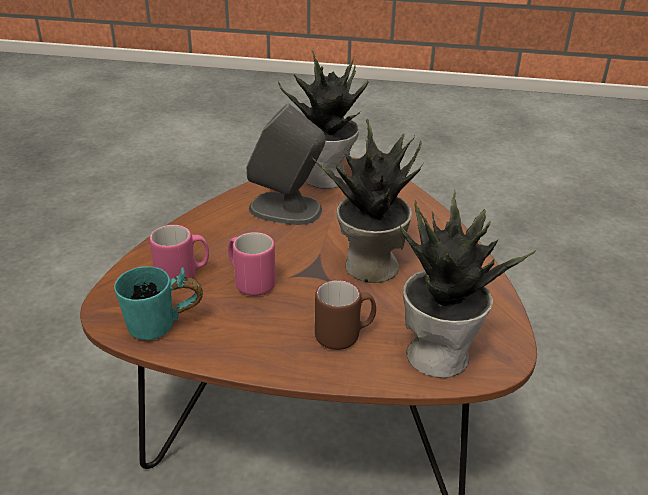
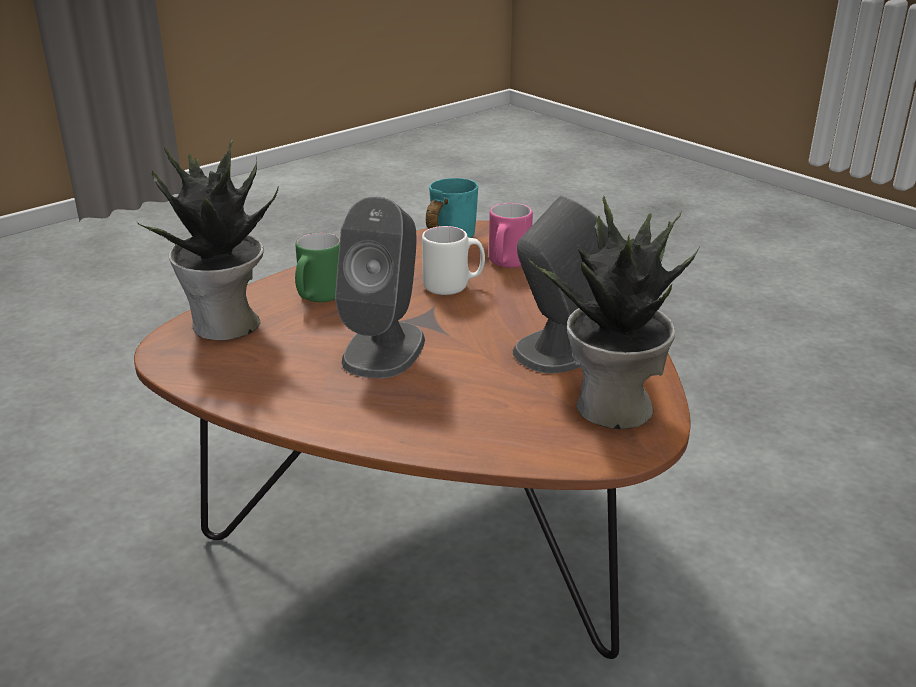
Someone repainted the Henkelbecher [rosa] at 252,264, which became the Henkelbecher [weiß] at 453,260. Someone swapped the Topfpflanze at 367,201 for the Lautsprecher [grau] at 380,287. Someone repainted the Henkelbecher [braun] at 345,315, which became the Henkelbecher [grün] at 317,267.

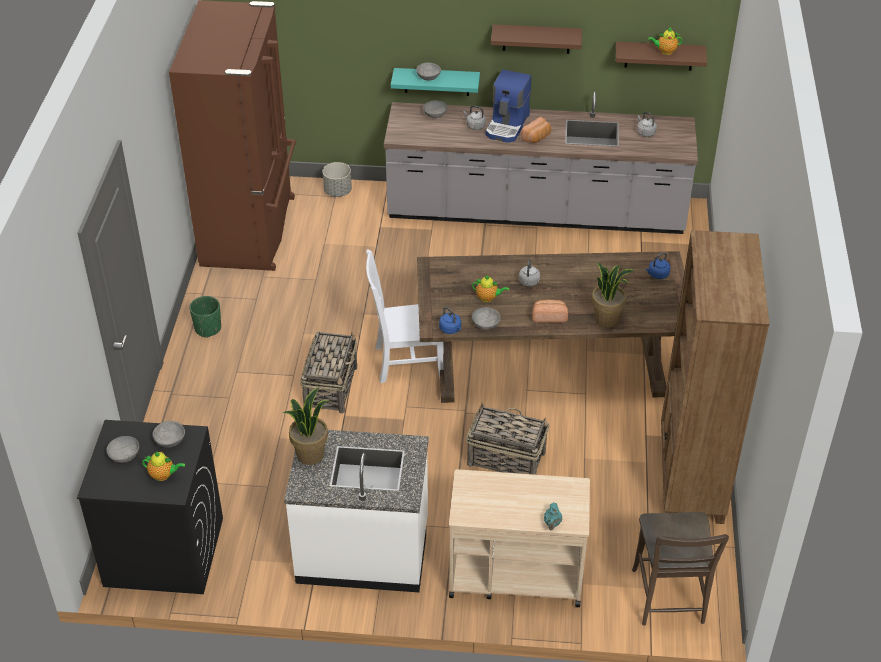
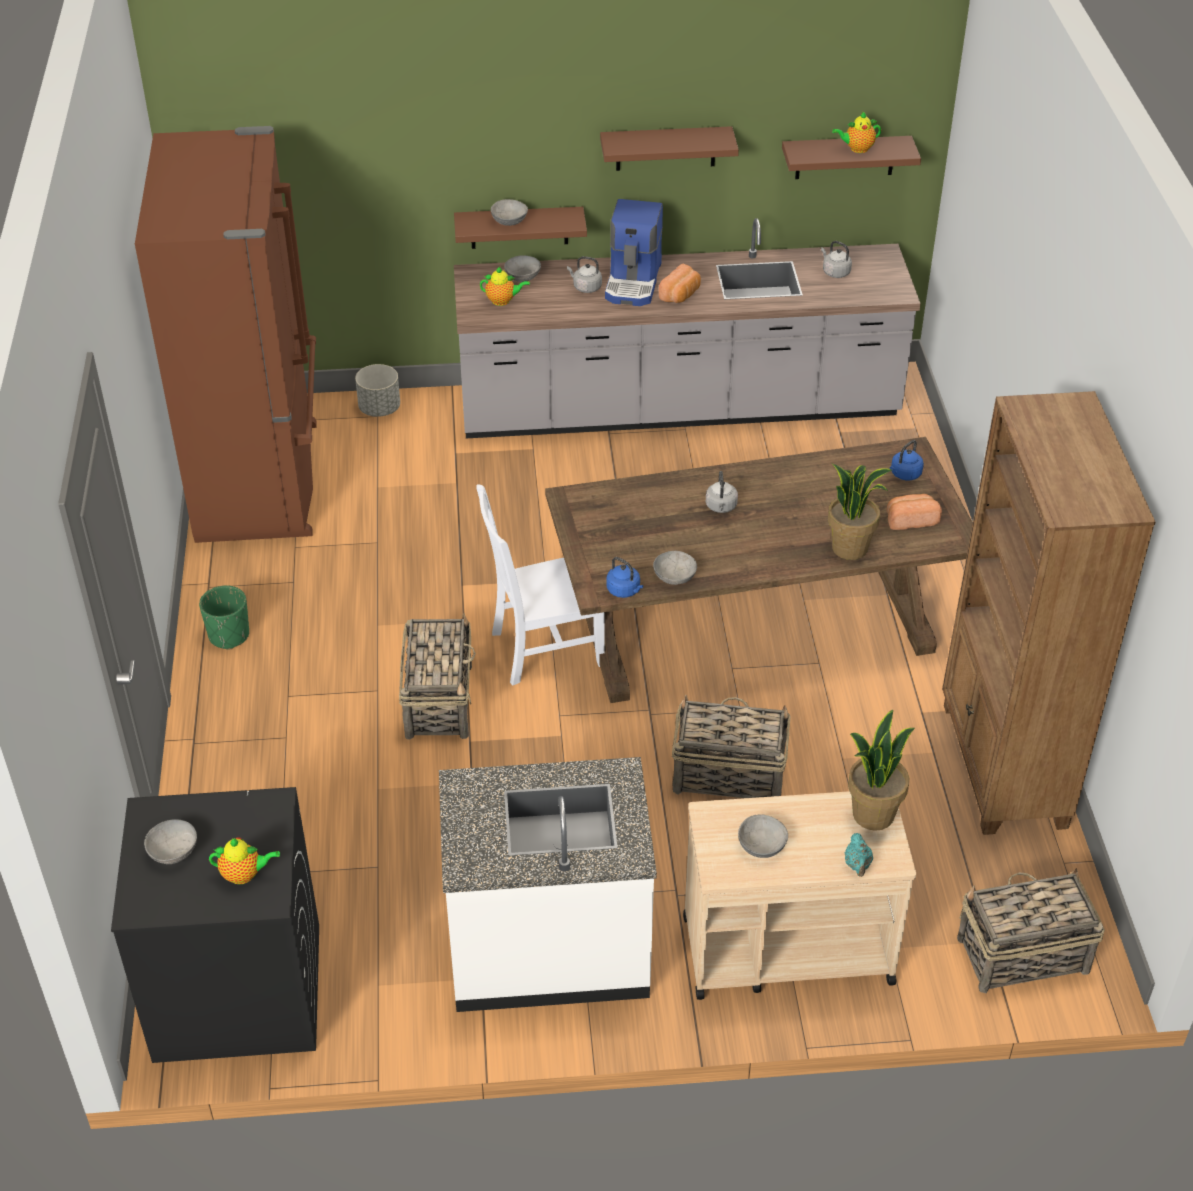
Someone carried the Schüssel [grau] from 169,434 to 763,836. Someone carried the Topfpflanze from 306,426 to 881,770. Someone repainted the Wandregal [türkis] at 435,82, which became the Wandregal [braun] at 520,228. Someone carried the Teekanne from 490,288 to 505,286. Someone carried the Brot from 550,311 to 914,512. Someone swapped the Stuhl [braun] at 680,569 for the Korb at 1031,931.

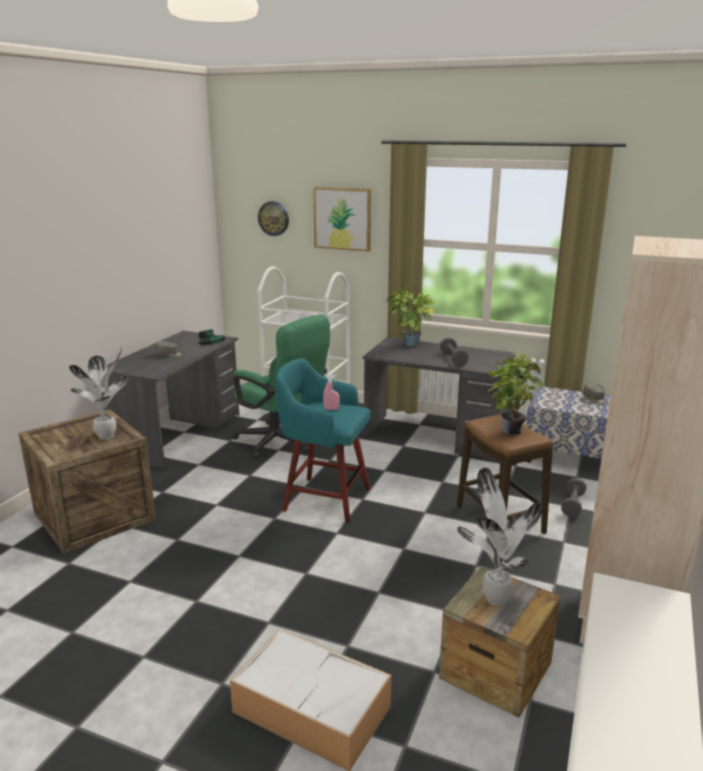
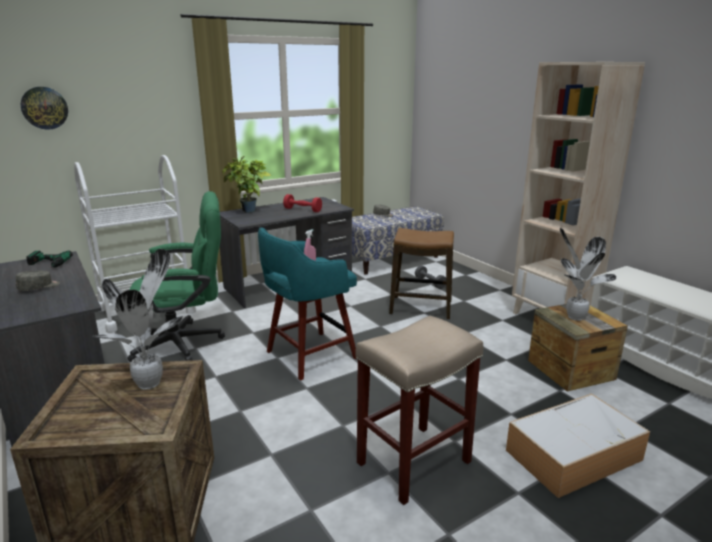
Someone took away the Bild at 342,219. Someone repainted the Hantel [grau] at 454,352, which became the Hantel [rot] at 302,203. Someone took away the Topfpflanze at 515,394. Someone put down the Hocker [beige] at 419,410.

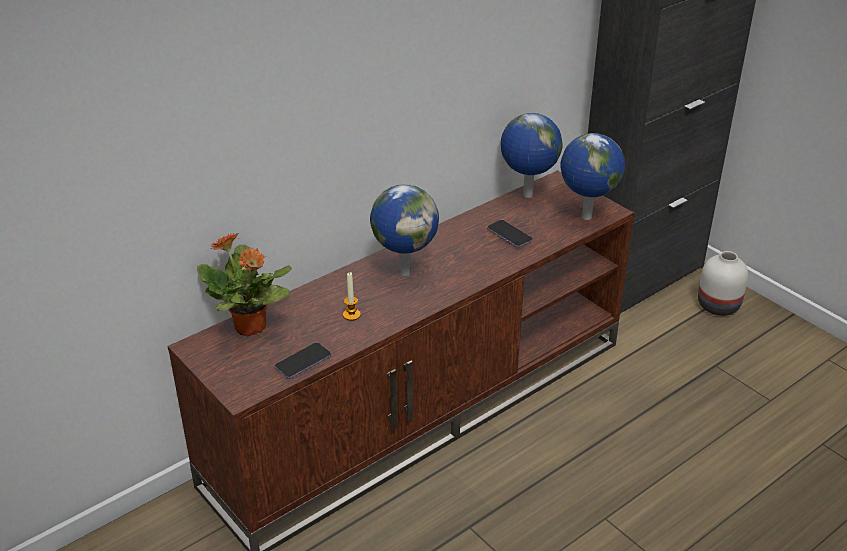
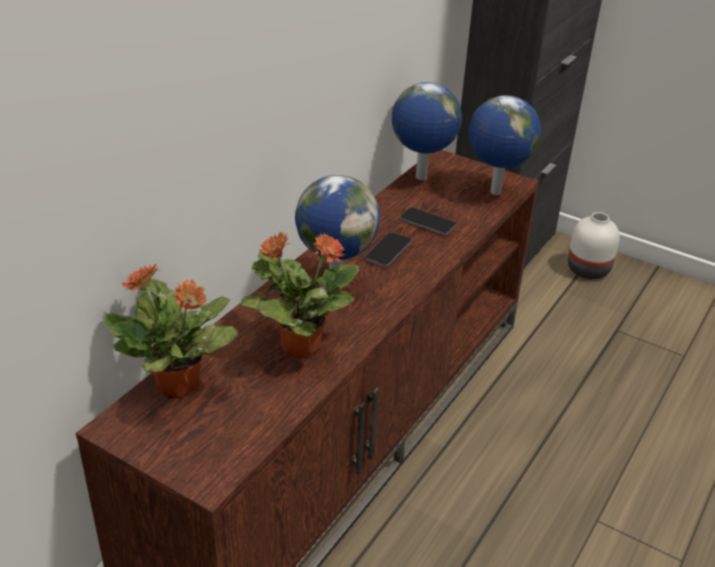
Someone carried the Handy from 303,361 to 388,249. Someone swapped the Kerze at 352,296 for the Topfpflanze at 299,295.

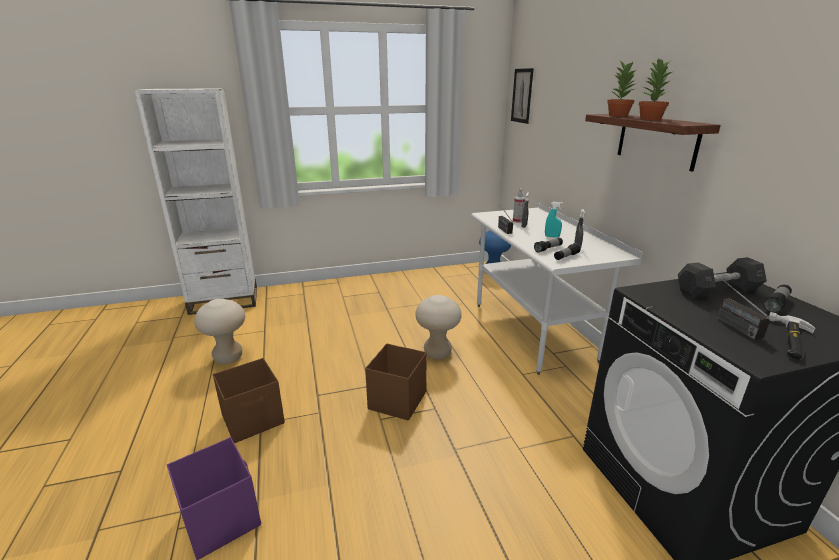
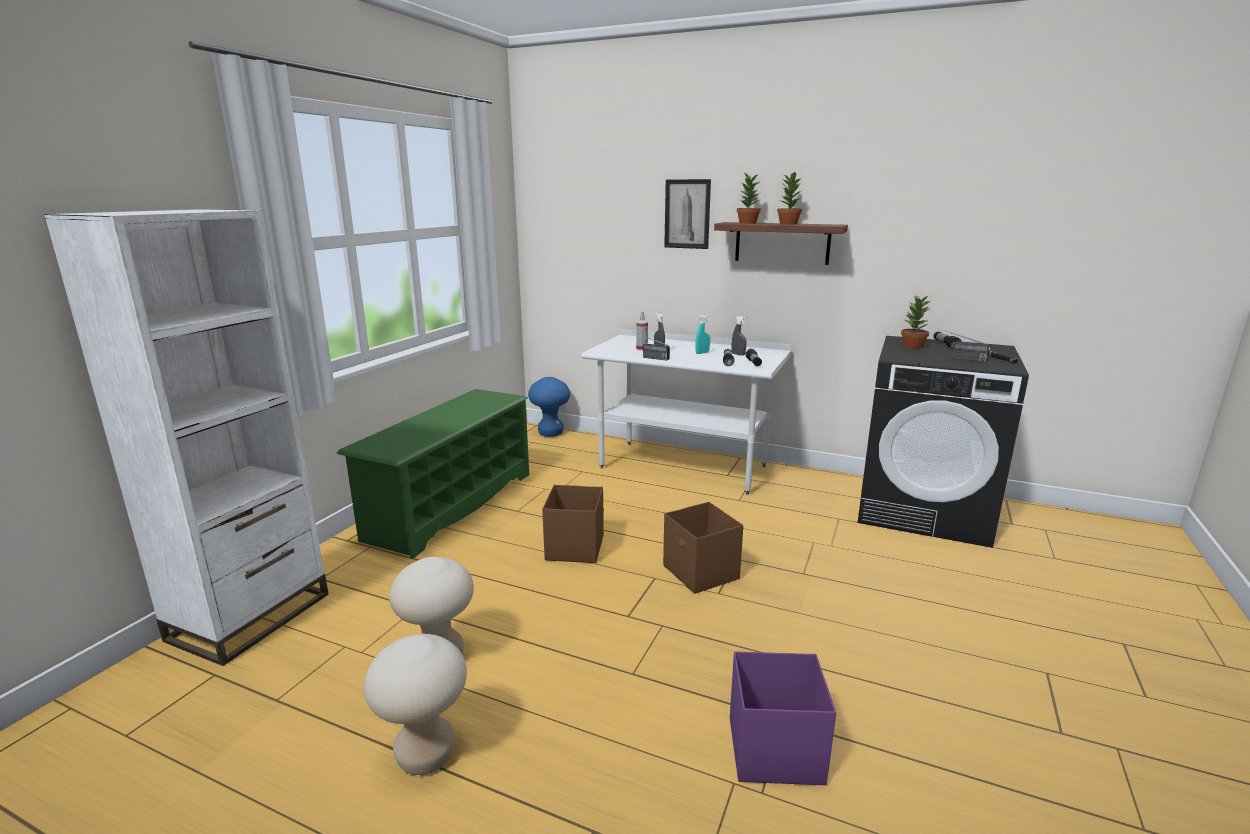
Someone carried the Aufbewahrungsbox [braun] from 249,400 to 573,524. Someone carried the Hocker [beige] from 438,327 to 415,704. Someone carried the Bild from 522,96 to 687,214. Someone swapped the Hantel [grau] at 722,277 for the Topfpflanze at 916,322. Someone put down the Schuhregal [grün] at 432,474.

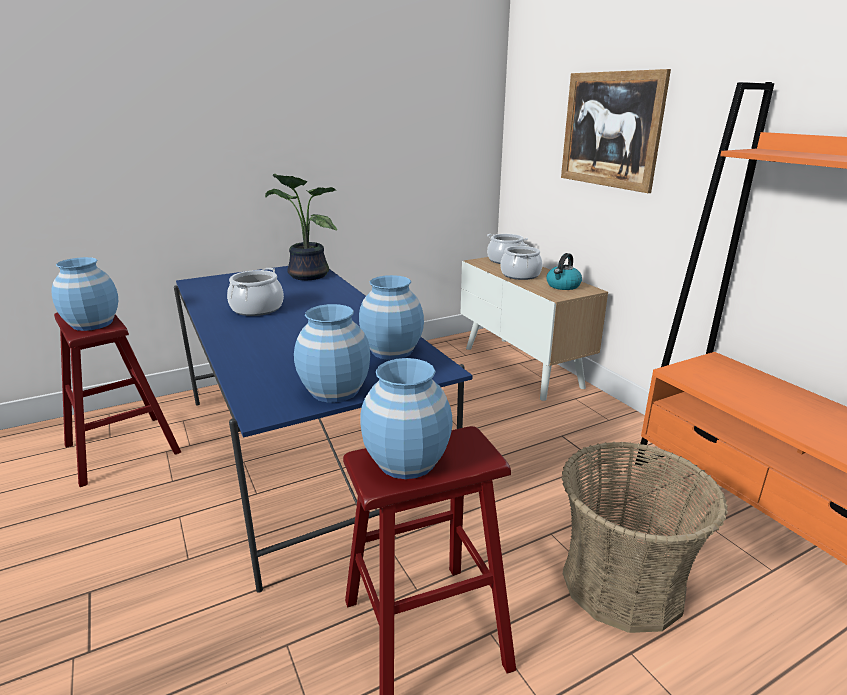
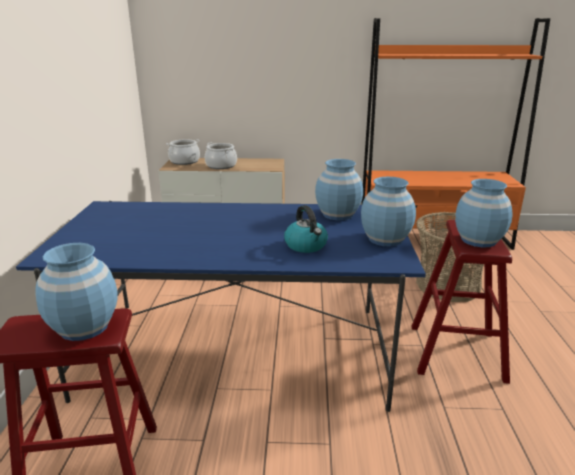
Someone took away the Kochtopf at 255,292. Someone took away the Topfpflanze at 301,227. Someone carried the Wasserkessel from 564,271 to 306,229. Someone took away the Bild at 616,131.

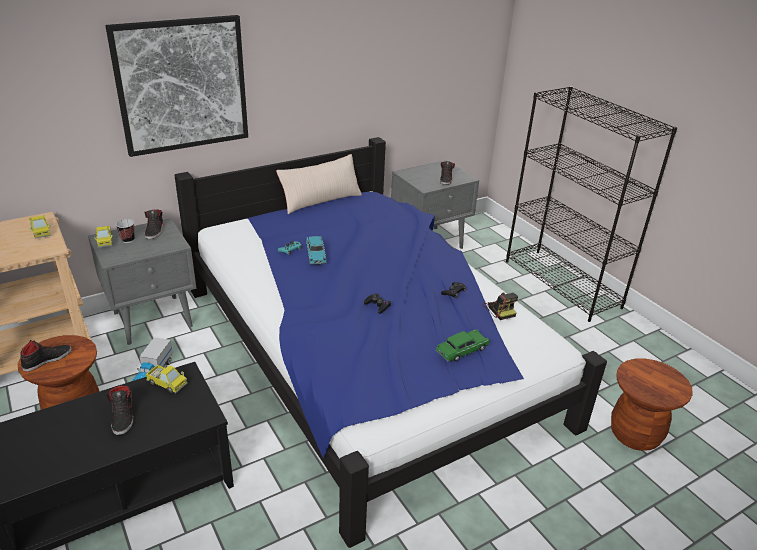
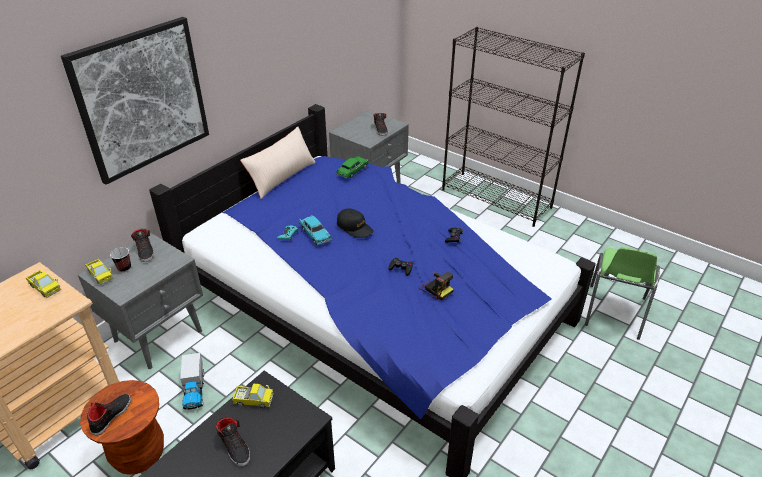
Someone carried the Spielzeugauto [grün] from 463,345 to 353,167. Someone carried the Kamera from 500,306 to 436,286. Someone swapped the Hocker [braun] at 652,404 for the Stuhl [grün] at 622,293. Someone put down the Kappe [schwarz] at 355,223.

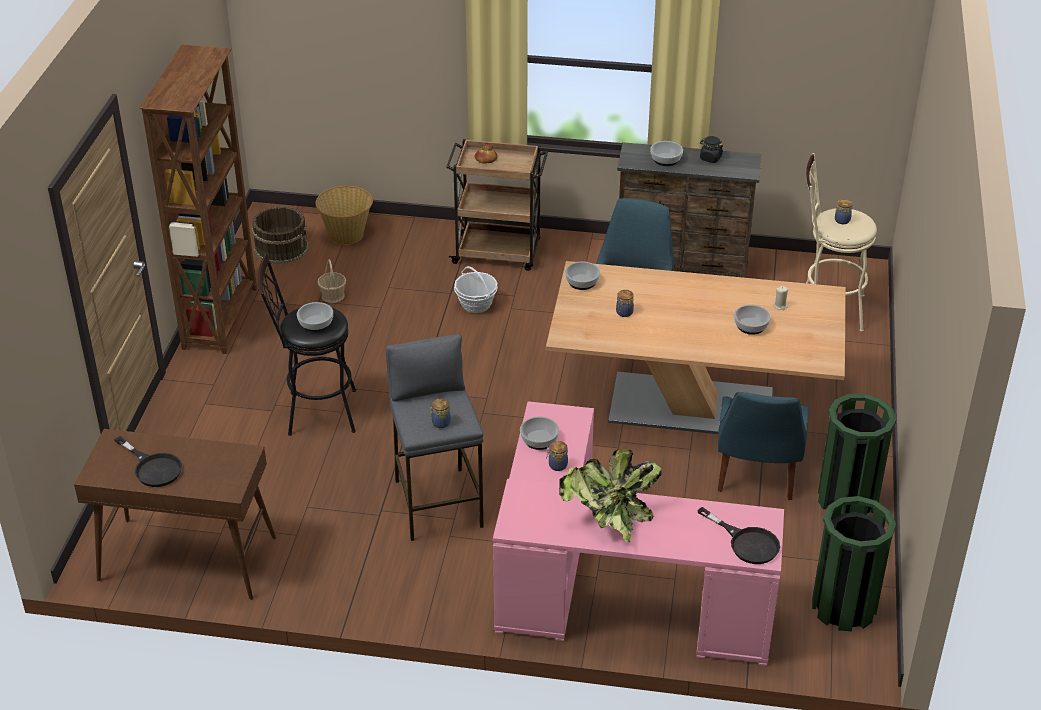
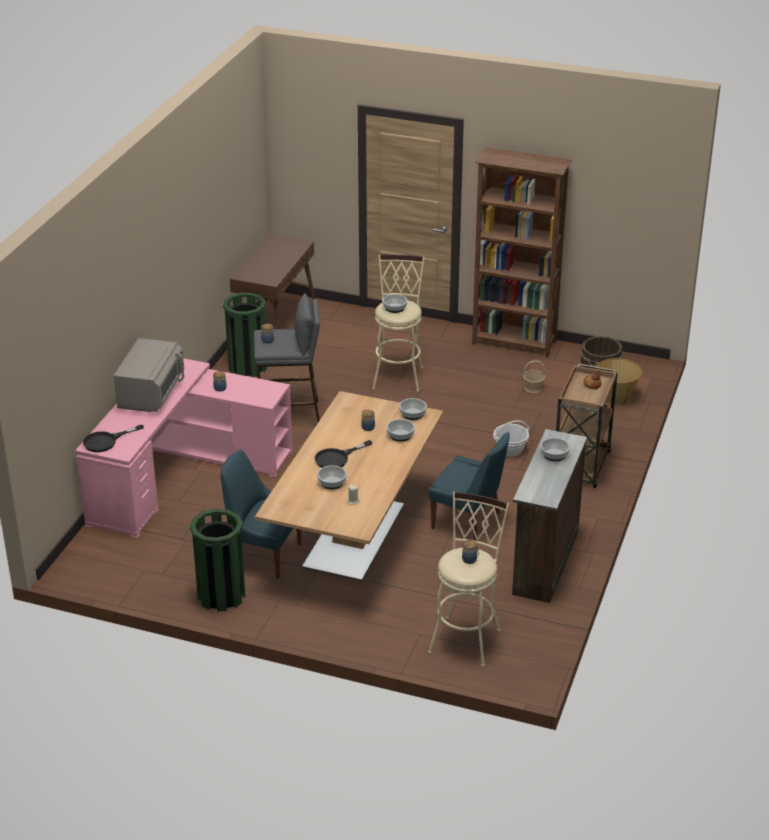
Someone carried the Pfanne [schwarz] from 148,461 to 343,454. Someone repainted the Hocker [schwarz] at 307,344, which became the Hocker [beige] at 398,323. Someone carried the Schüssel from 539,433 to 400,430. Someone swapped the Topfpflanze at 610,496 for the Mikrowelle [grau] at 149,375. Someone took away the Vorratsglas [schwarz] at 711,149. Someone carried the Mülleimer [grün] from 854,563 to 245,335.

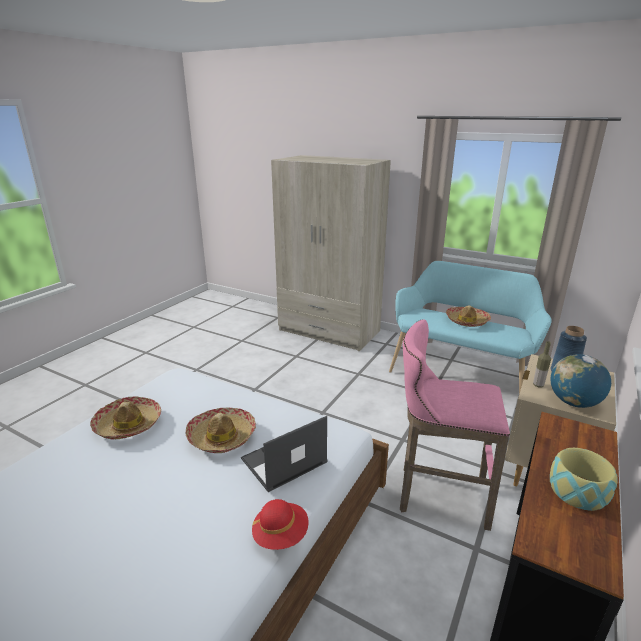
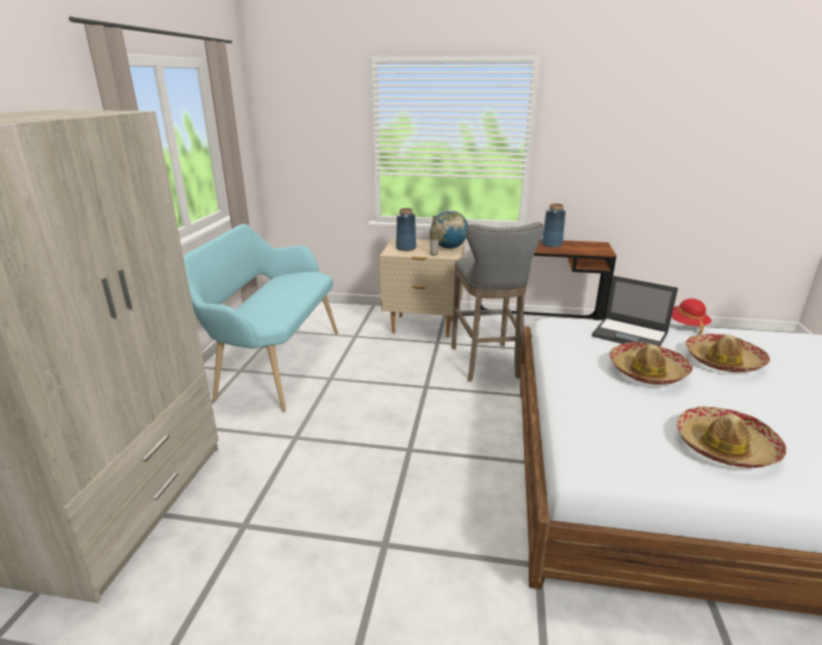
Someone repainted the Hocker [rosa] at 455,425, which became the Hocker [grau] at 497,302. Someone carried the Hut from 468,316 to 728,353. Someone swapped the Schüssel at 583,479 for the Vase [blau] at 553,225.

